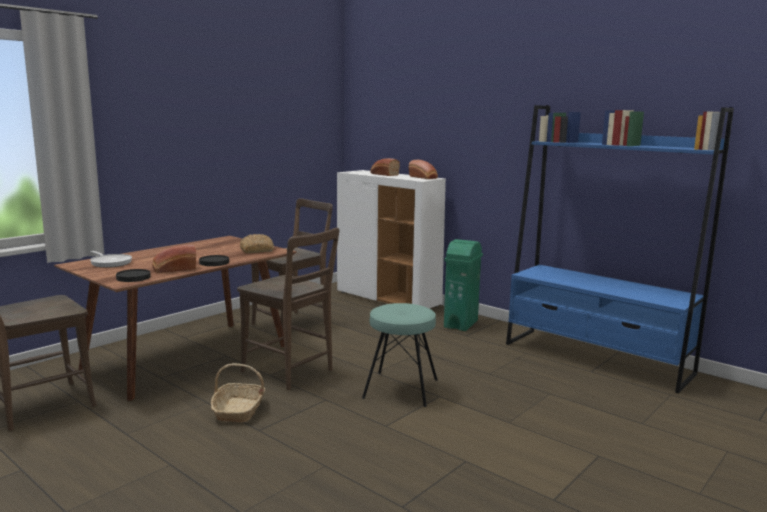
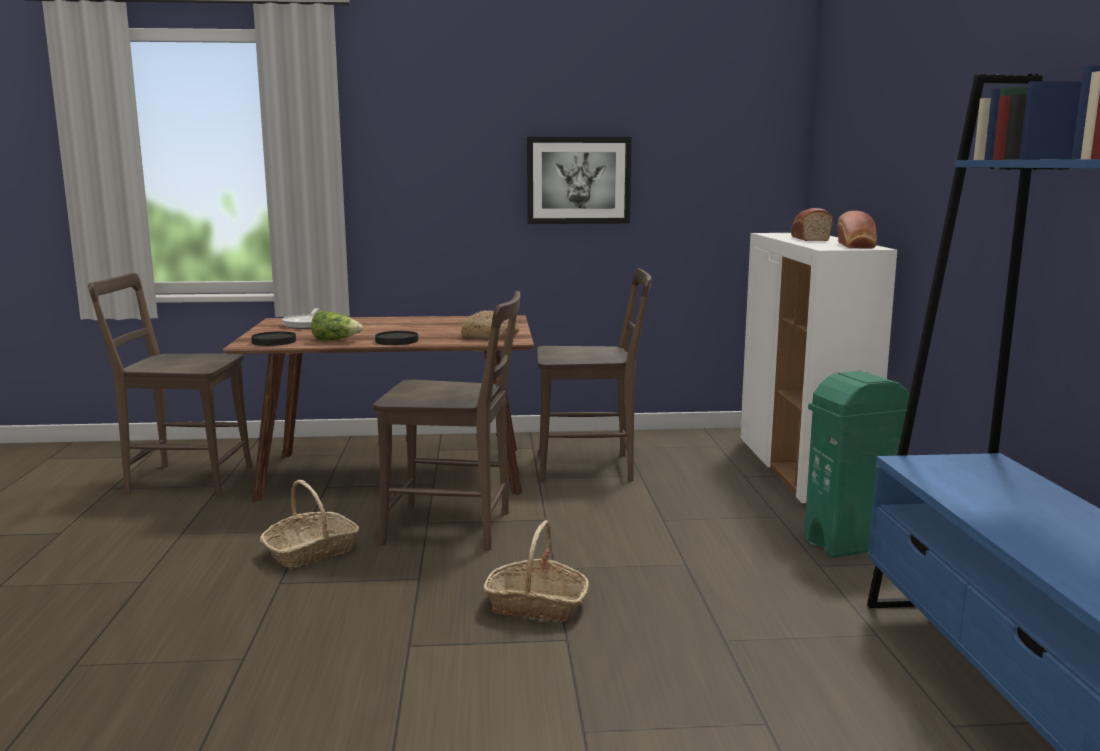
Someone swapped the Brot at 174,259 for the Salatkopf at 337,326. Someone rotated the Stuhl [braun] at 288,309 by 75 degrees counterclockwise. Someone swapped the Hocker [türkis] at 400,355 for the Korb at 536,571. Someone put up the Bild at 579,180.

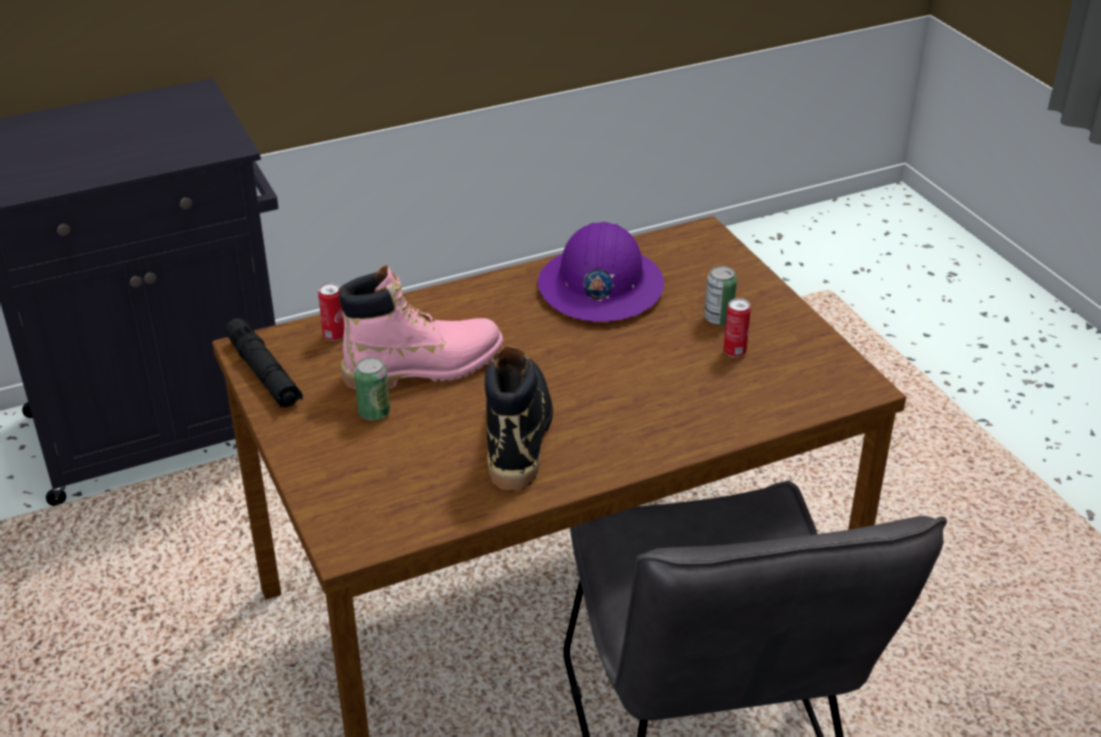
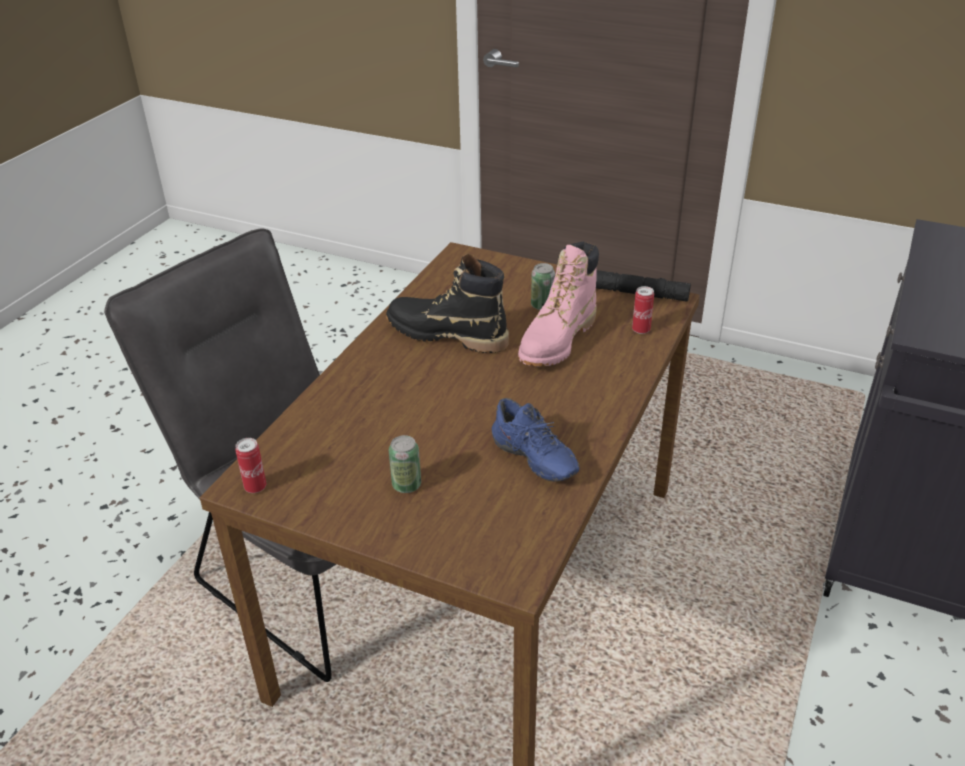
Someone rotated the Stiefel [schwarz] at 519,418 by 150 degrees clockwise. Someone swapped the Schutzhelm [lila] at 601,272 for the Schuh [blau] at 535,440. Someone carried the Dose from 737,327 to 250,465.

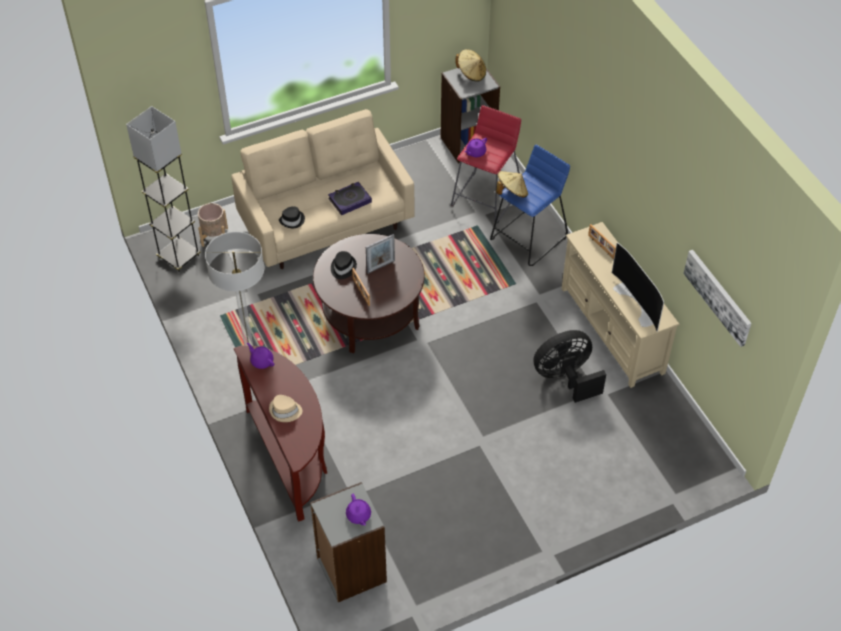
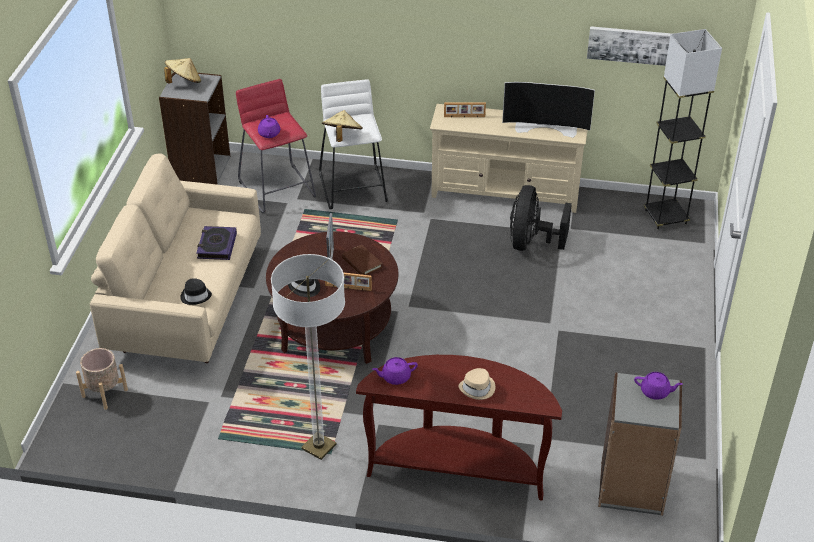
Someone carried the Stehlampe [grau] from 163,189 to 683,129. Someone repainted the Hocker [blau] at 530,205, which became the Hocker [weiß] at 353,144. Someone put down the Buch [braun] at 362,260.

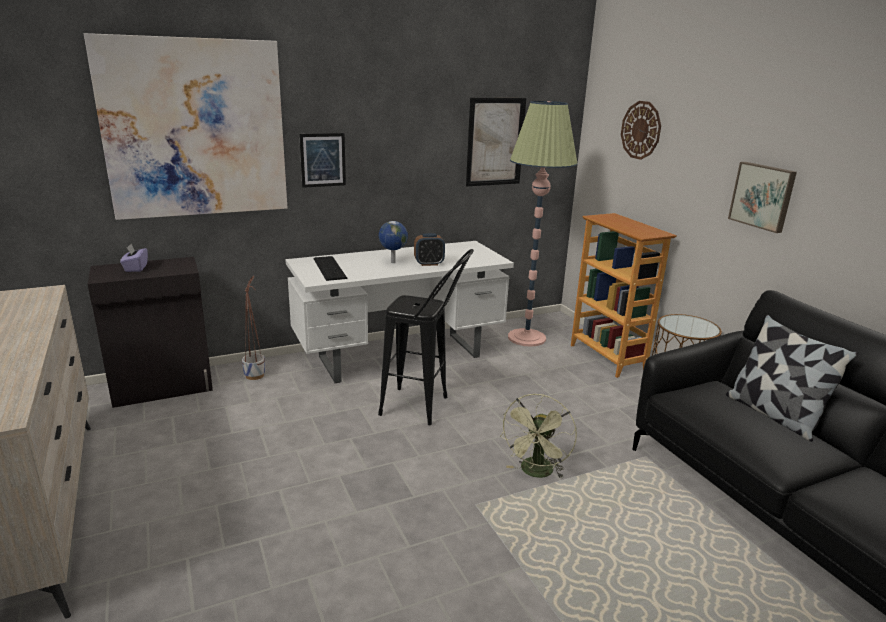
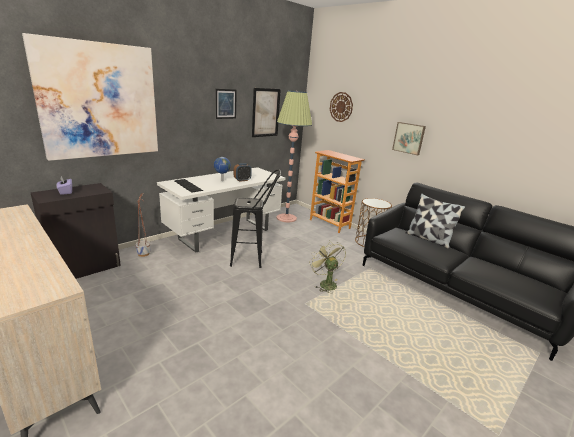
Someone carried the Bild from 322,160 to 226,104. Someone rotated the Ventilator [grün] at 538,436 by 150 degrees clockwise.

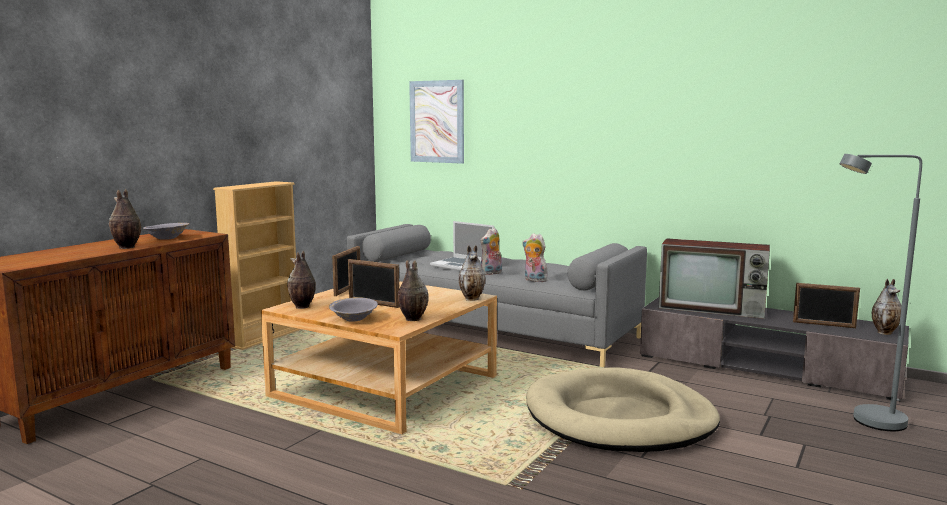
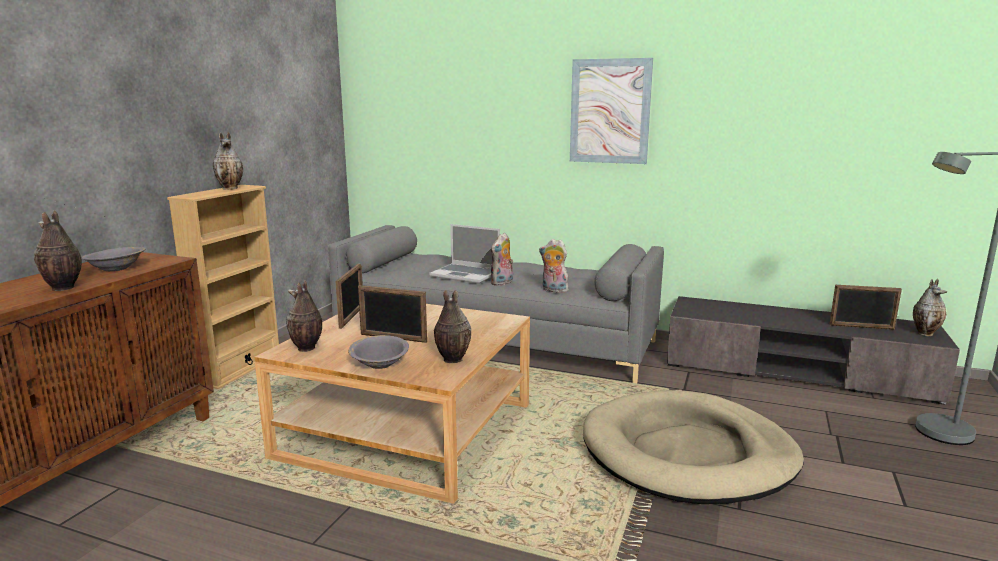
Someone carried the Bild from 436,122 to 611,111. Someone carried the Vase from 472,273 to 228,160. Someone took away the Fernseher at 714,278.

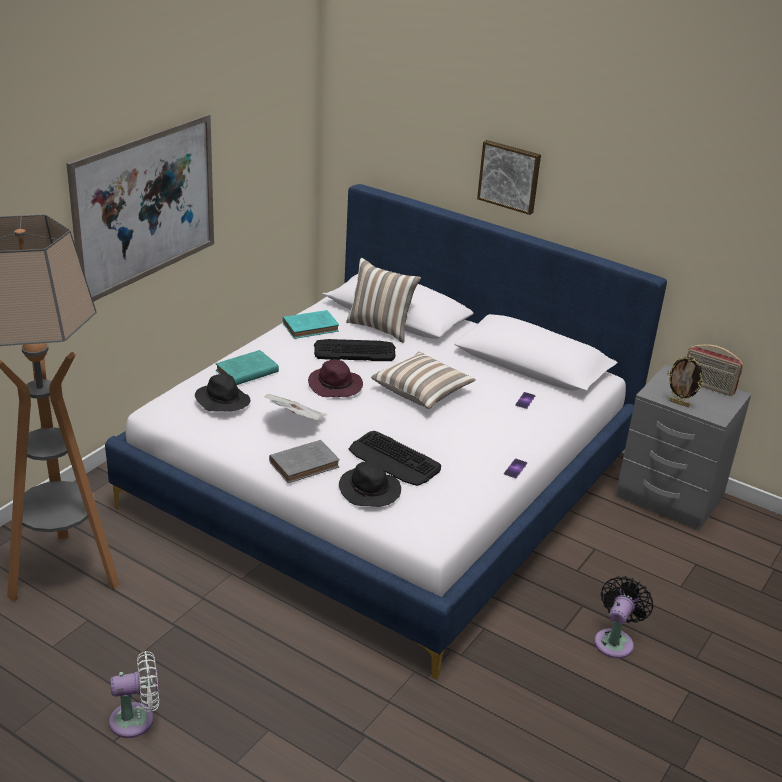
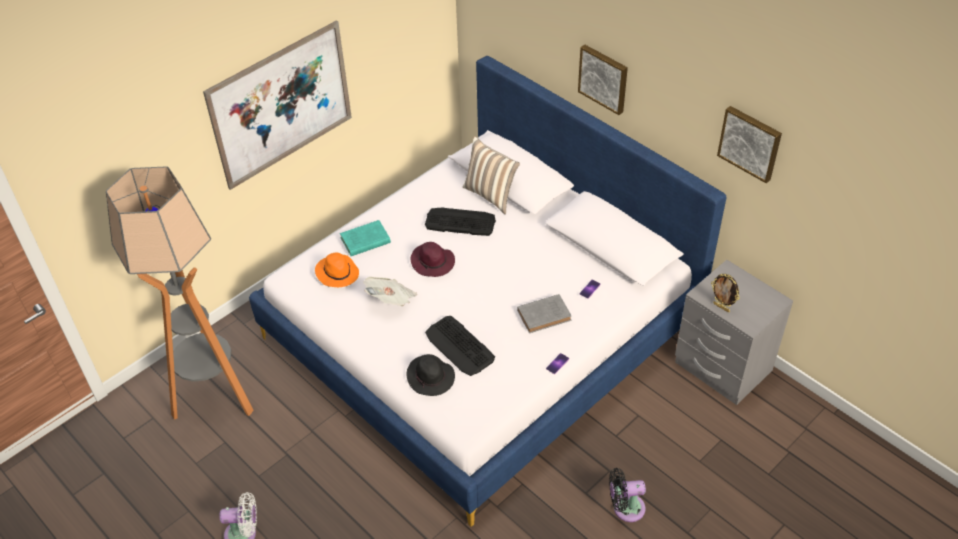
Someone repainted the Hut [schwarz] at 222,392, which became the Hut [orange] at 337,270. Someone carried the Buch [grau] from 304,461 to 544,313. Someone took away the Buch [türkis] at 311,324. Someone took away the Kissen at 423,380. Someone rotated the Ventilator [schwarz] at 624,617 by 135 degrees counterclockwise. Someone took away the Radio at 715,370. Someone put up the Bild at 749,144.

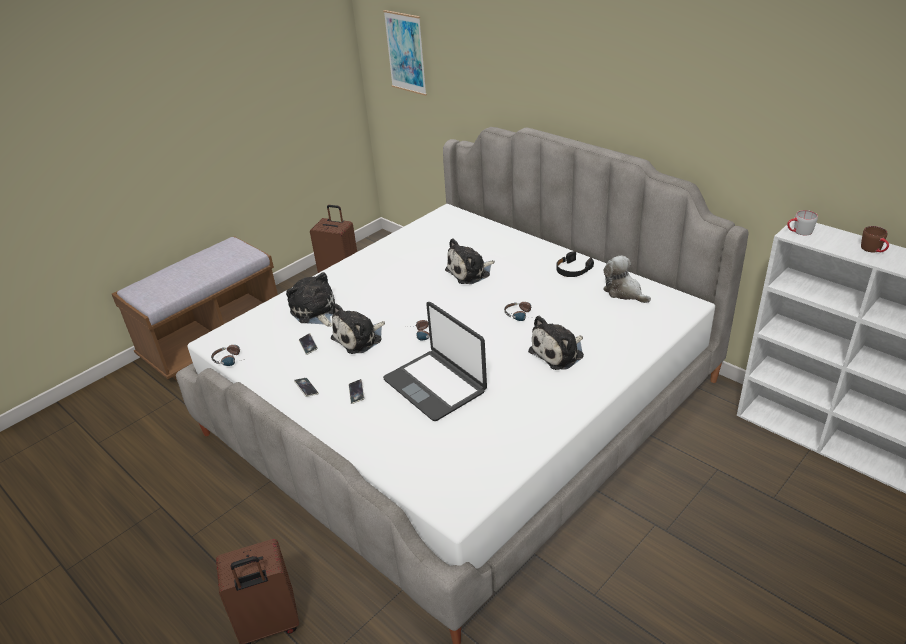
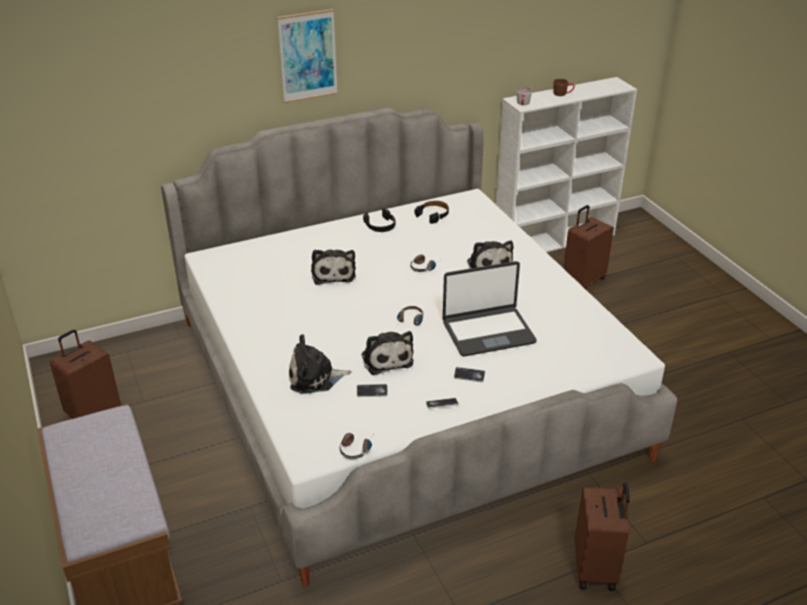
Someone carried the Bild from 405,53 to 307,56. Someone swapped the Plüschtier at 627,279 for the Kopfhörer [schwarz] at 432,212. Someone put down the Koffer [braun] at 588,247.

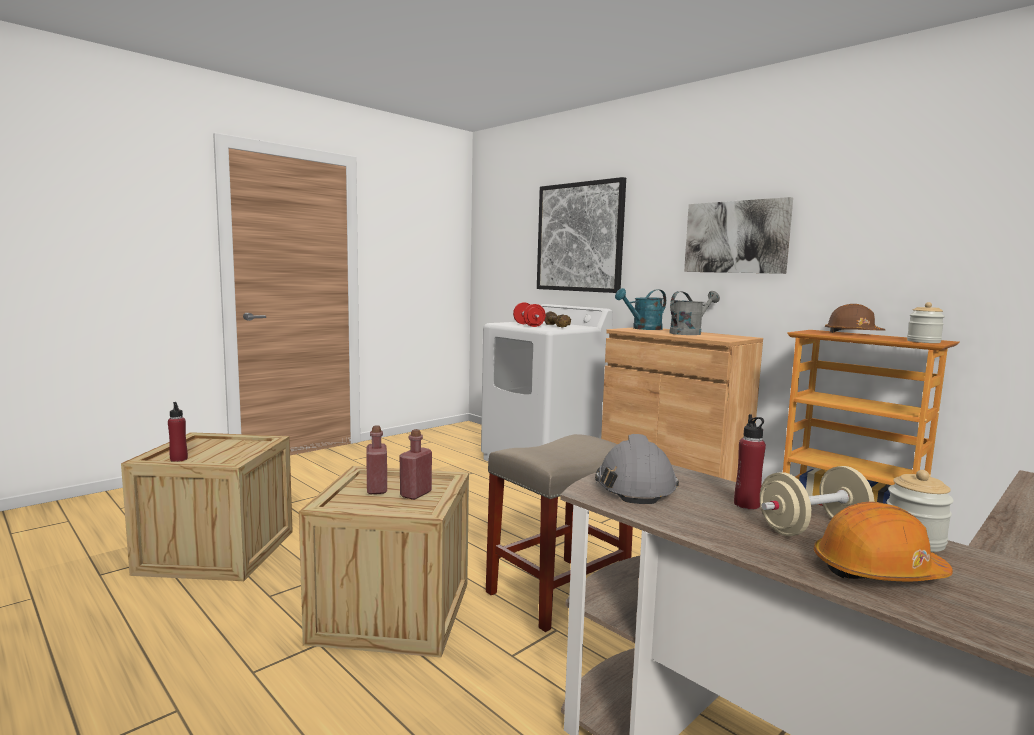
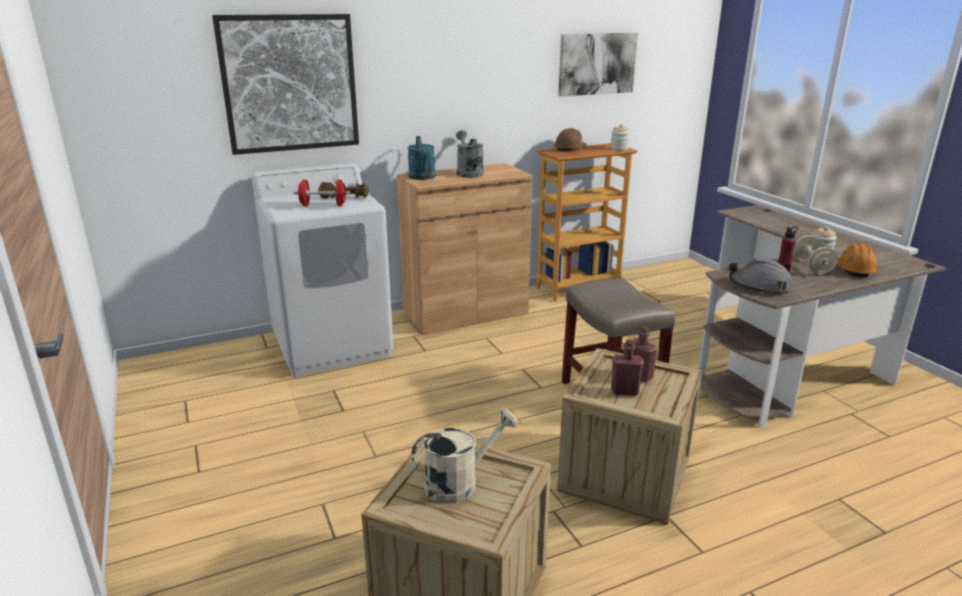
Someone took away the Flasche [rot] at 178,432. Someone carried the Bild from 738,235 to 598,64. Someone put down the Gießkanne [beige] at 464,456.

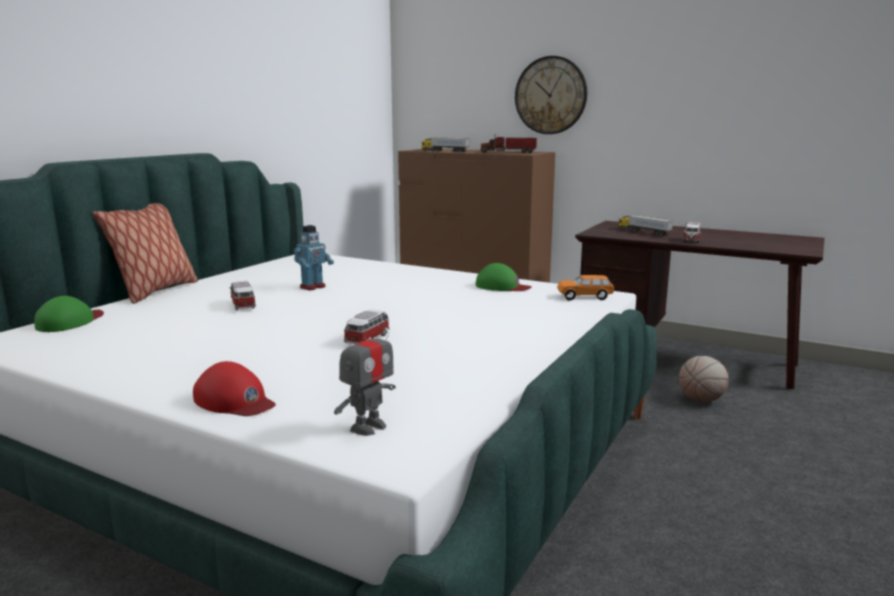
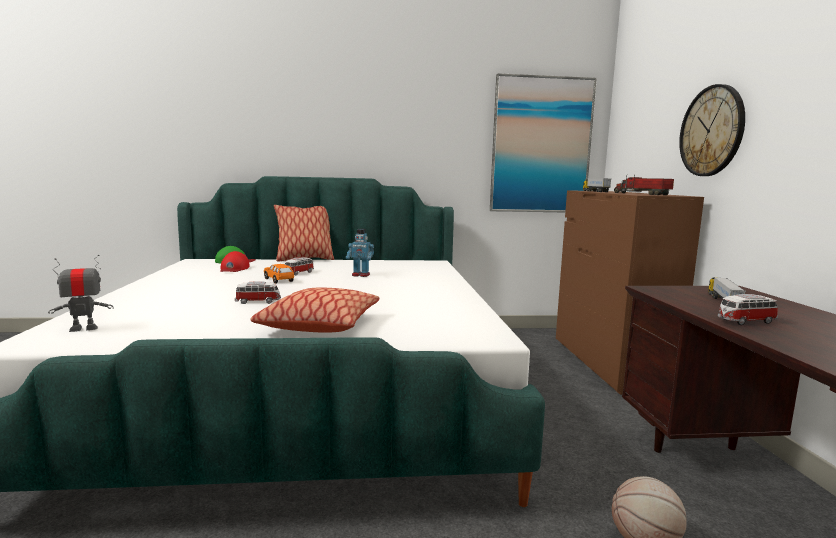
Someone carried the Kappe [rot] from 234,388 to 235,261. Someone rotated the Spielzeugroboter at 365,377 by 150 degrees clockwise. Someone took away the Kappe [grün] at 503,277. Someone carried the Spielzeugauto [orange] from 585,288 to 279,274. Someone put down the Kissen at 314,310. Someone put up the Bild at 543,142.

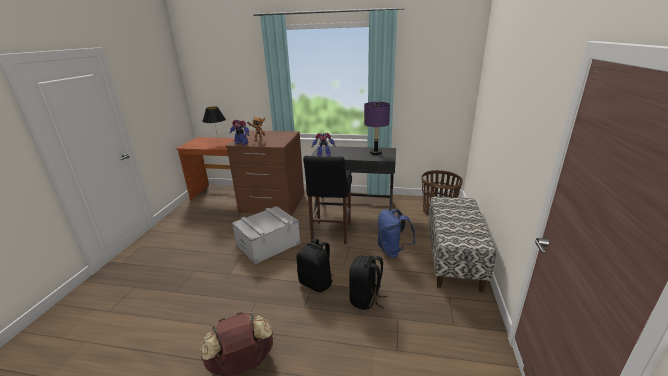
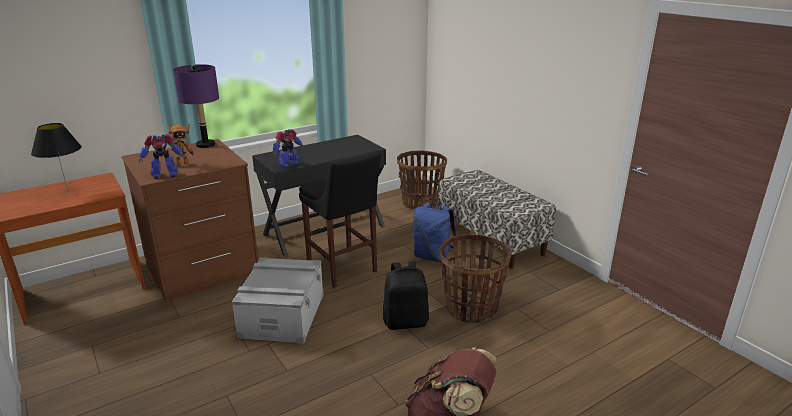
Someone swapped the Rucksack [schwarz] at 368,282 for the Korb at 475,278. Someone carried the Tischlampe [lila] from 377,128 to 196,106.

